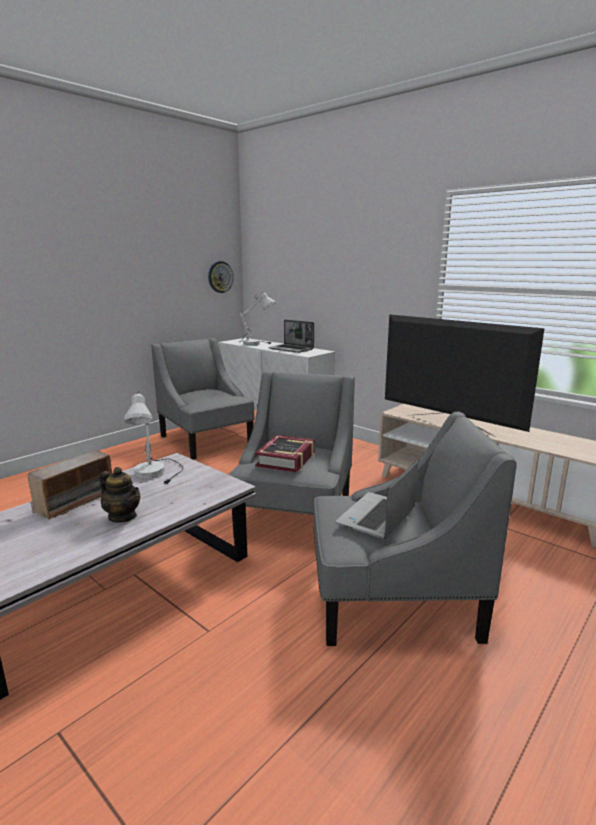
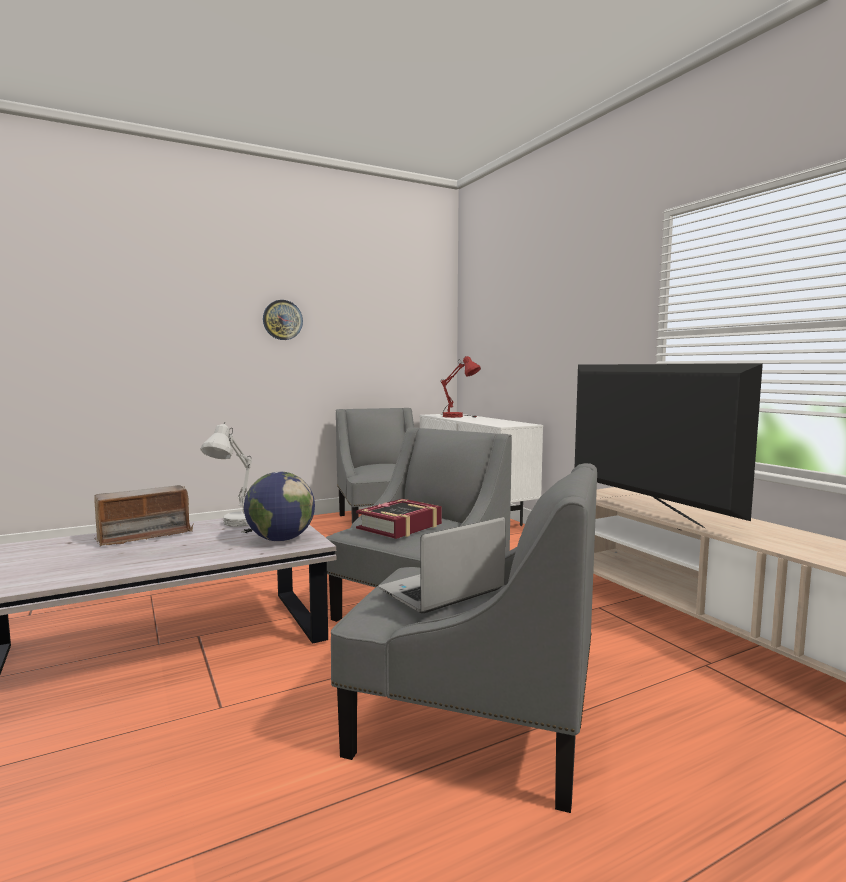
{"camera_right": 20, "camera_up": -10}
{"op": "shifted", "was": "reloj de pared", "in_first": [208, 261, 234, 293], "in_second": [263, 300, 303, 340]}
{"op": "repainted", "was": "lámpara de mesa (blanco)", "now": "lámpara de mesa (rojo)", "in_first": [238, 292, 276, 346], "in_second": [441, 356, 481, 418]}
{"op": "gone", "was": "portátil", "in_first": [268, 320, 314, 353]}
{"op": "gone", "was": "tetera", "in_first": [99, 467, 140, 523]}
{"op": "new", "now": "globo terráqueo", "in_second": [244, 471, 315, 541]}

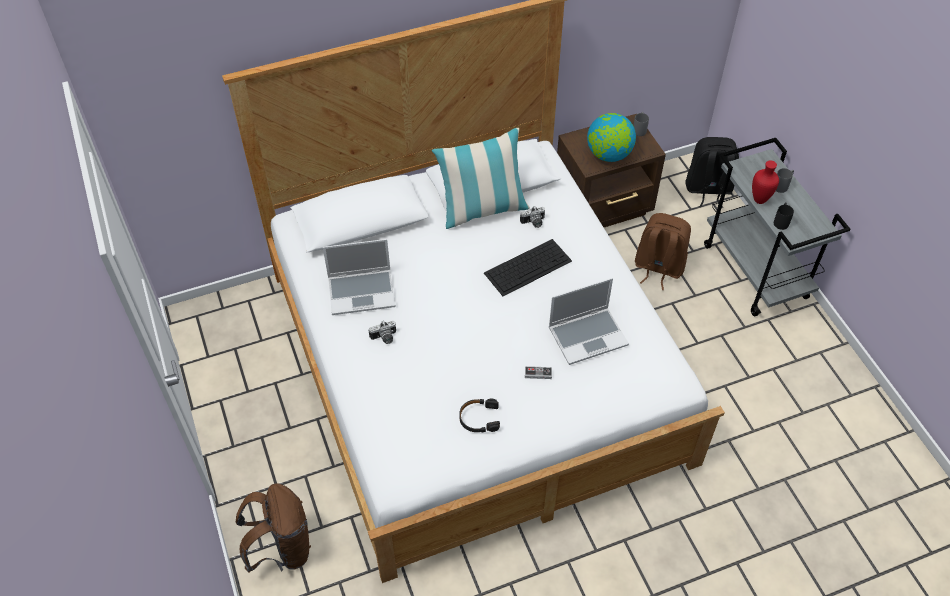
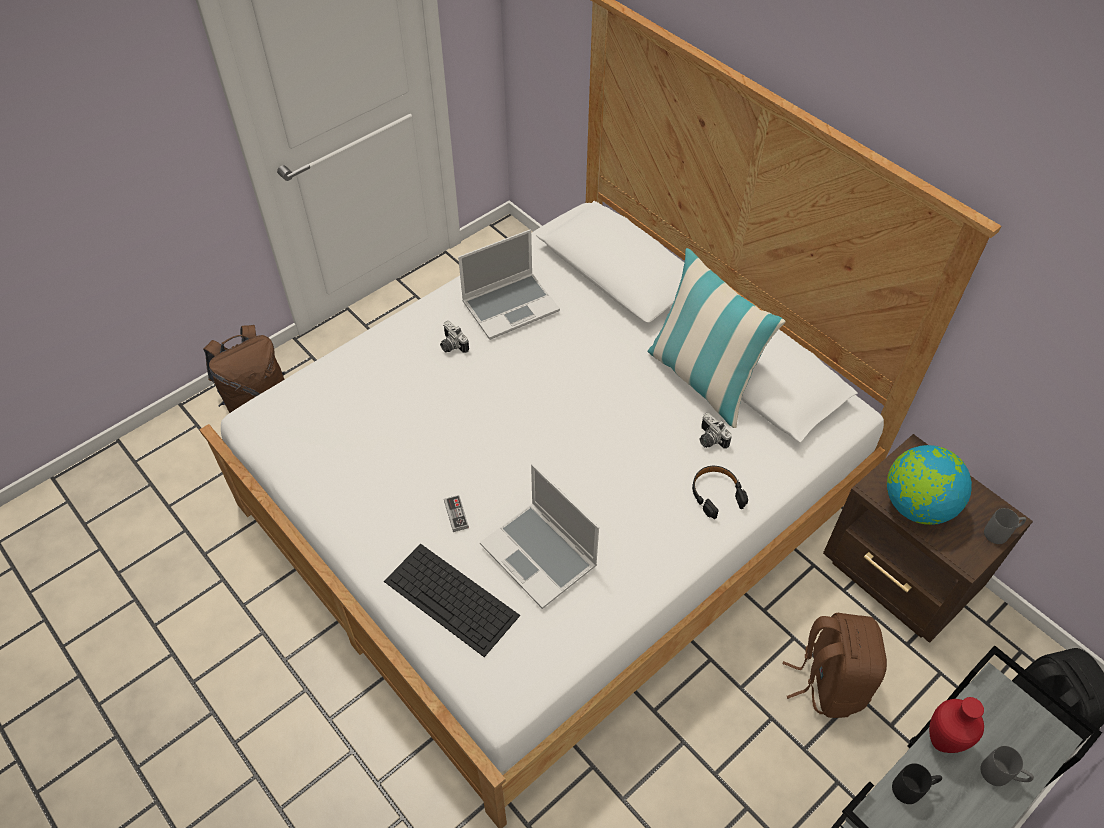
{"camera_right": 70, "camera_up": 0}
{"op": "rotated", "was": "portátil", "in_first": [323, 239, 396, 315], "in_second": [458, 229, 560, 340], "clockwise": -90}
{"op": "shifted", "was": "teclado", "in_first": [484, 239, 572, 296], "in_second": [384, 544, 520, 657]}
{"op": "shifted", "was": "auriculares (negro)", "in_first": [459, 398, 500, 432], "in_second": [692, 466, 748, 519]}

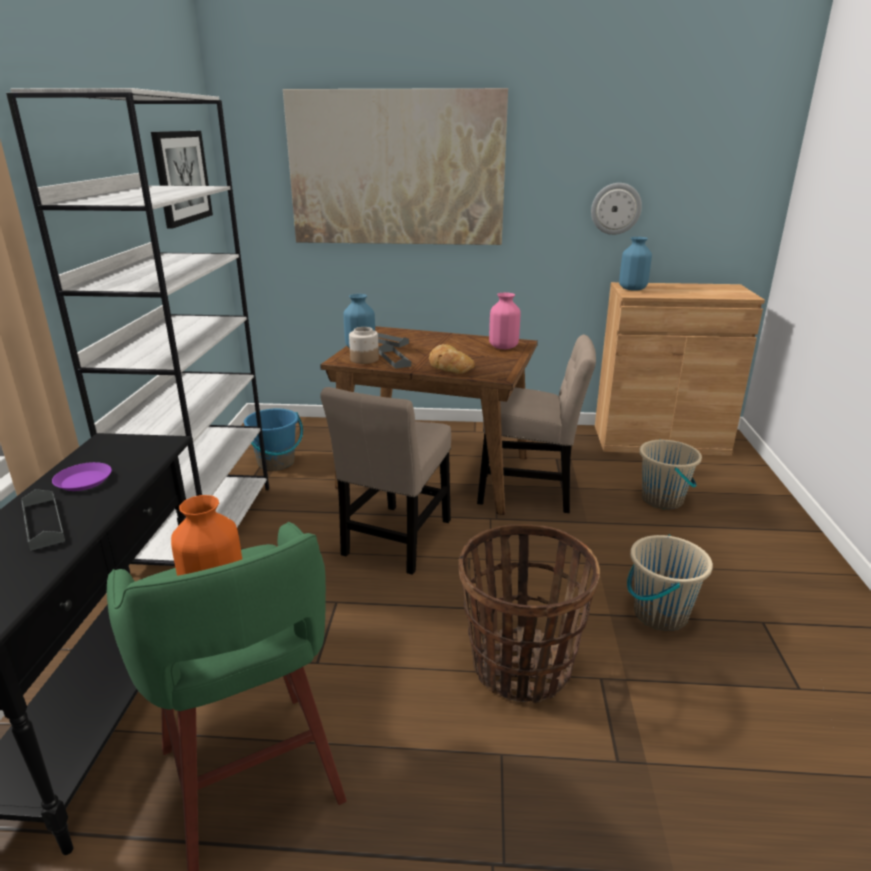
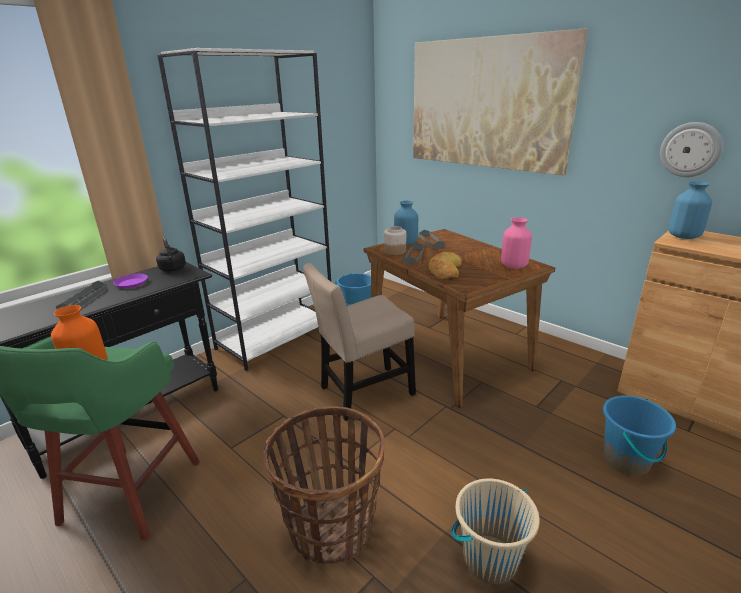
{"camera_right": 40, "camera_up": 0}
{"op": "gone", "was": "cuadro", "in_first": [151, 131, 213, 229]}
{"op": "gone", "was": "silla (beis)", "in_first": [477, 335, 596, 513]}
{"op": "repainted", "was": "cubo (beis)", "now": "cubo (azul)", "in_first": [639, 439, 702, 510], "in_second": [603, 395, 676, 476]}
{"op": "new", "now": "hervidor (negro)", "in_second": [156, 237, 186, 272]}

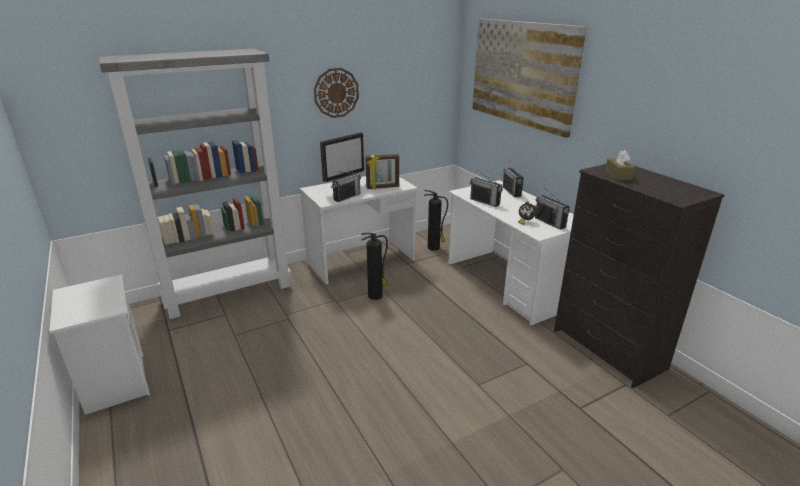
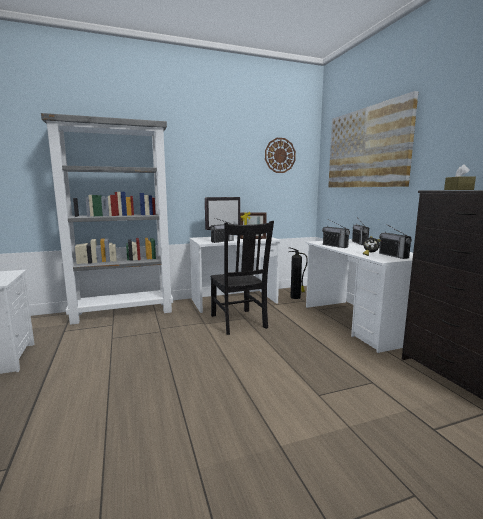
{"camera_right": 10, "camera_up": -15}
{"op": "shifted", "was": "reloj de pared", "in_first": [314, 68, 359, 118], "in_second": [265, 138, 296, 173]}
{"op": "swapped", "was": "extintor", "now": "silla (negro)", "in_first": [361, 233, 388, 300], "in_second": [210, 221, 274, 335]}

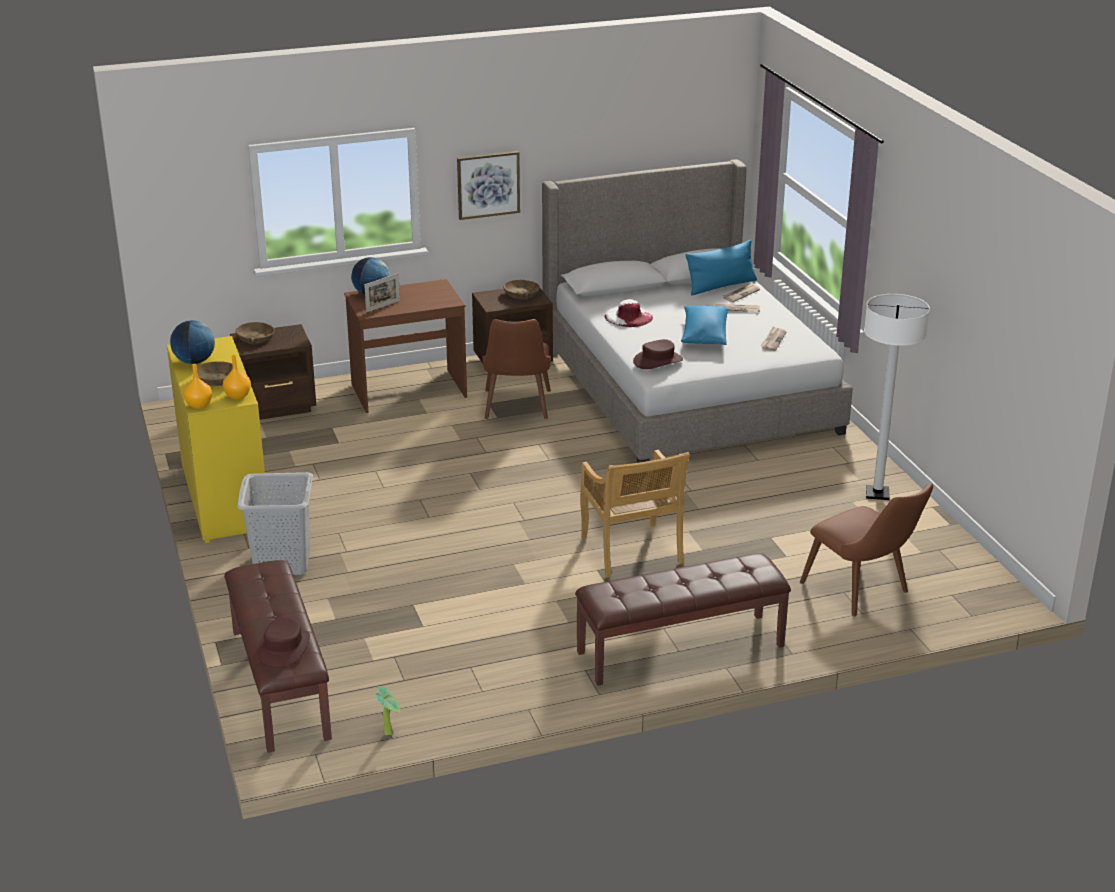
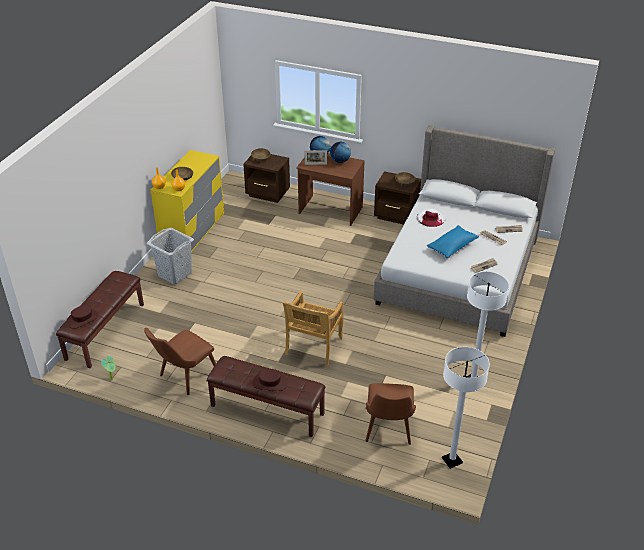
{"camera_right": 40, "camera_up": 10}
{"op": "gone", "was": "cuadro", "in_first": [457, 151, 520, 220]}
{"op": "gone", "was": "cojín (azul)", "in_first": [686, 240, 757, 295]}
{"op": "shifted", "was": "silla (marrón)", "in_first": [482, 319, 551, 419], "in_second": [144, 328, 216, 395]}
{"op": "shifted", "was": "globo terráqueo", "in_first": [170, 320, 215, 364], "in_second": [330, 142, 351, 163]}
{"op": "shifted", "was": "sombrero (marrón)", "in_first": [633, 339, 683, 369], "in_second": [252, 369, 287, 391]}
{"op": "new", "now": "lámpara de pie (blanco)", "in_second": [442, 347, 490, 469]}

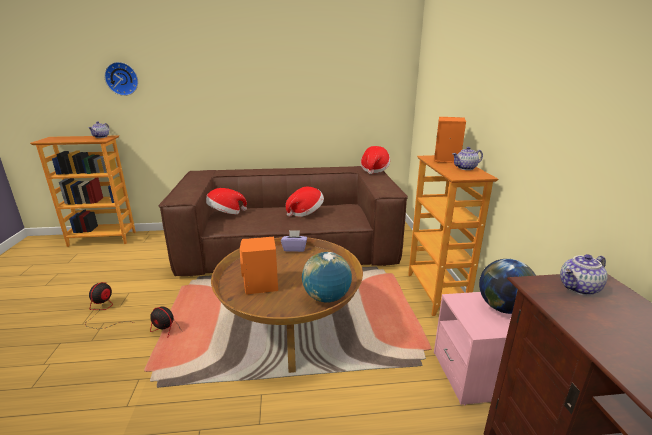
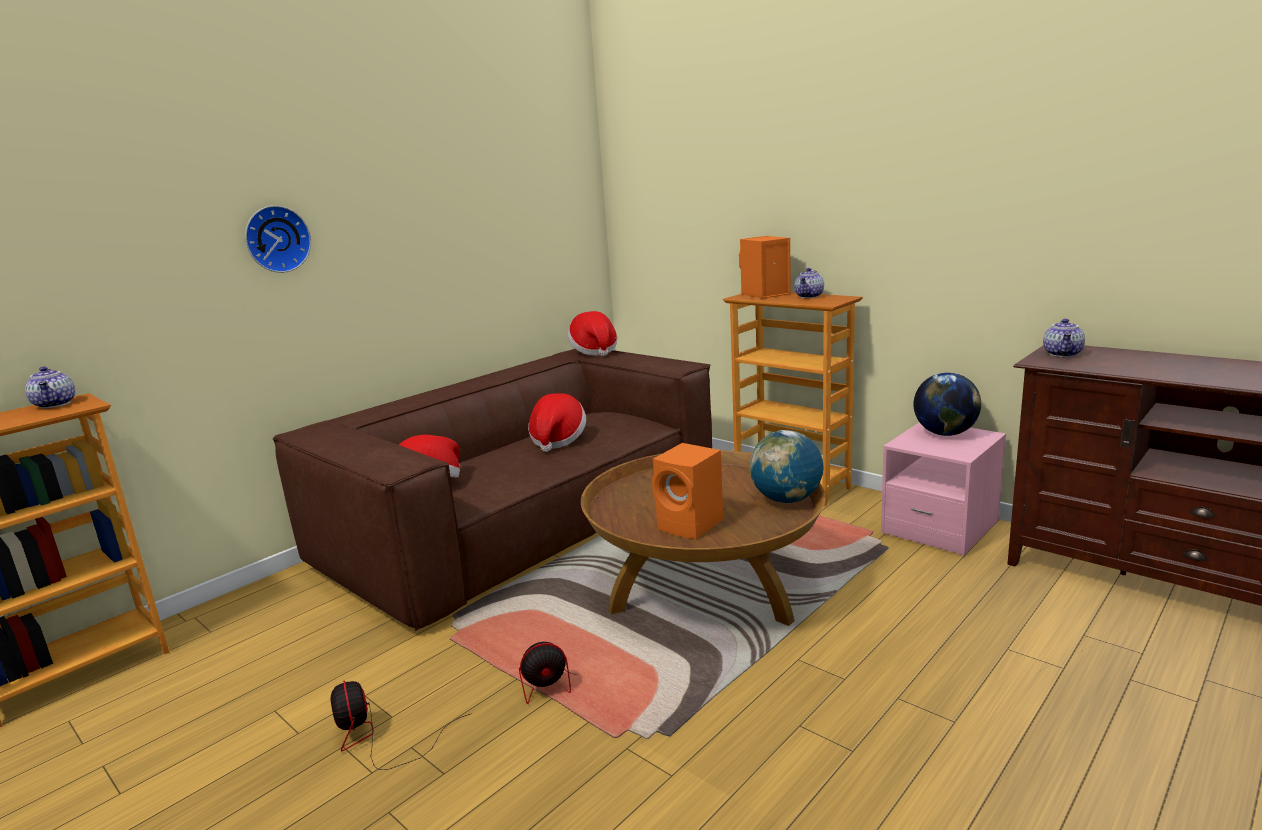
{"camera_right": -40, "camera_up": -5}
{"op": "shifted", "was": "reloj de pared", "in_first": [104, 62, 138, 96], "in_second": [245, 205, 311, 273]}
{"op": "gone", "was": "caja de pañuelos (morado)", "in_first": [281, 230, 307, 252]}

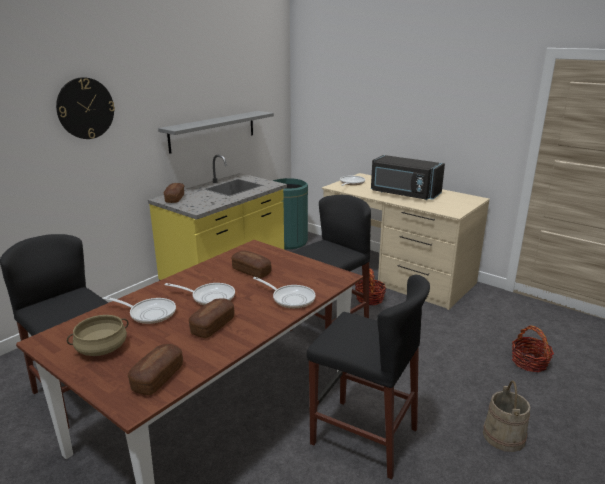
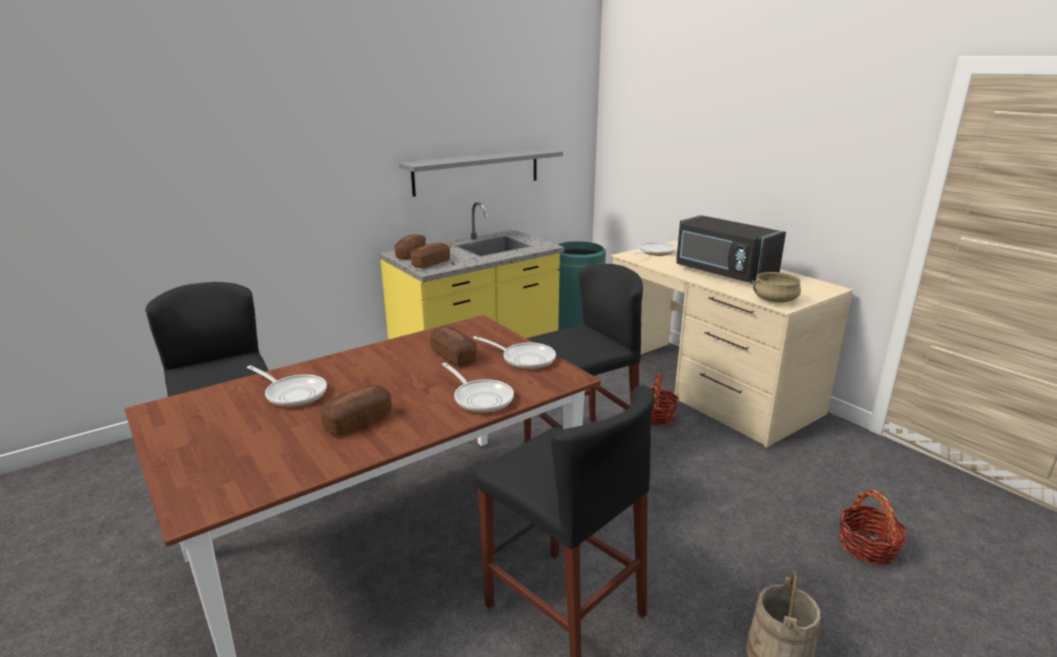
{"camera_right": 15, "camera_up": 0}
{"op": "gone", "was": "reloj de pared", "in_first": [56, 77, 115, 139]}
{"op": "shifted", "was": "sartén", "in_first": [165, 283, 235, 305], "in_second": [473, 336, 556, 369]}
{"op": "shifted", "was": "olla (beis)", "in_first": [67, 315, 129, 356], "in_second": [753, 272, 801, 303]}
{"op": "shifted", "was": "pan", "in_first": [128, 344, 183, 396], "in_second": [410, 243, 450, 268]}

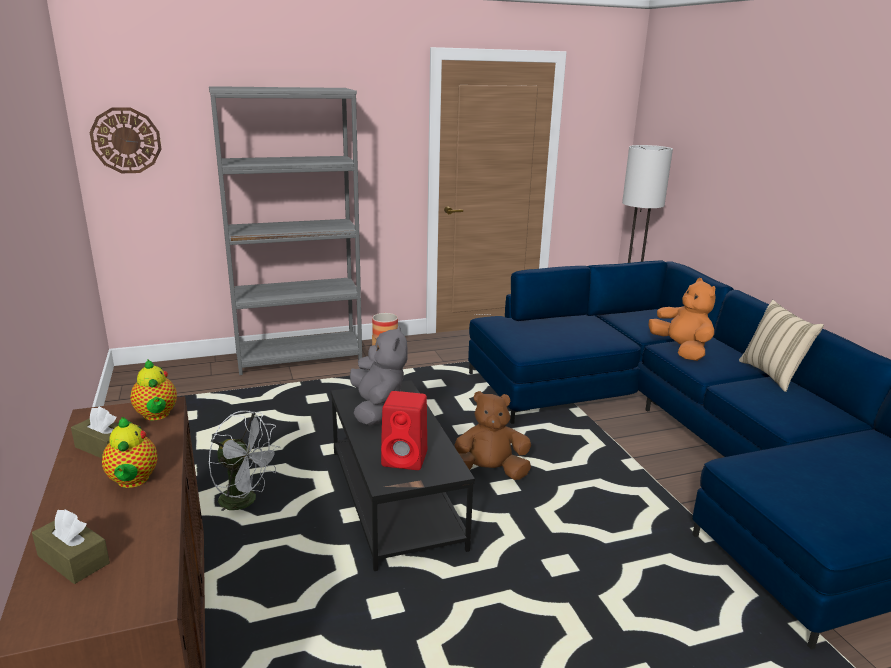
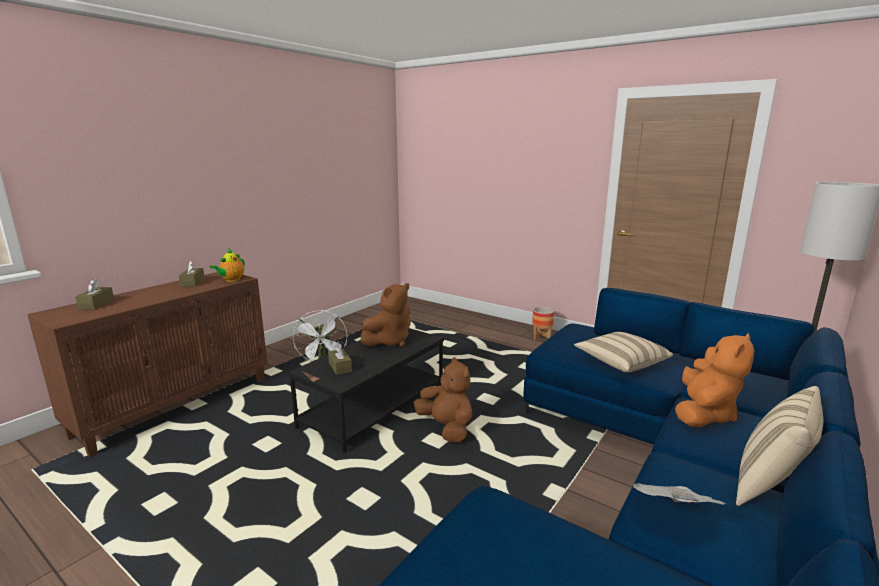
{"camera_right": 55, "camera_up": -5}
{"op": "gone", "was": "estantería (gris)", "in_first": [209, 86, 362, 375]}
{"op": "gone", "was": "reloj de pared", "in_first": [89, 107, 161, 173]}
{"op": "repainted", "was": "peluche (gris)", "now": "peluche (marrón)", "in_first": [350, 325, 408, 426], "in_second": [361, 283, 411, 347]}
{"op": "swapped", "was": "altavoz (rojo)", "now": "caja de pañuelos (marrón)", "in_first": [381, 391, 427, 470], "in_second": [328, 344, 352, 375]}
{"op": "gone", "was": "tetera", "in_first": [102, 417, 157, 488]}
{"op": "new", "now": "cojín (beis)", "in_second": [574, 332, 673, 372]}
{"op": "new", "now": "periódico", "in_second": [633, 483, 725, 505]}

